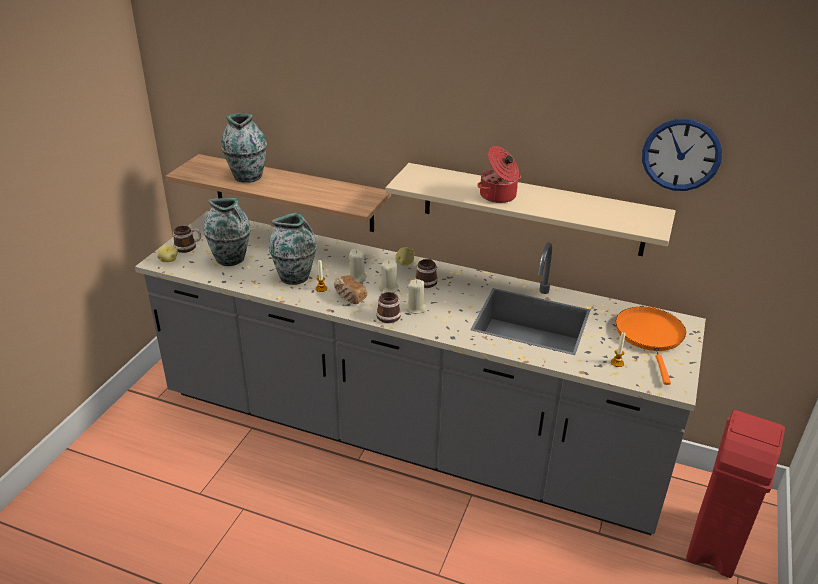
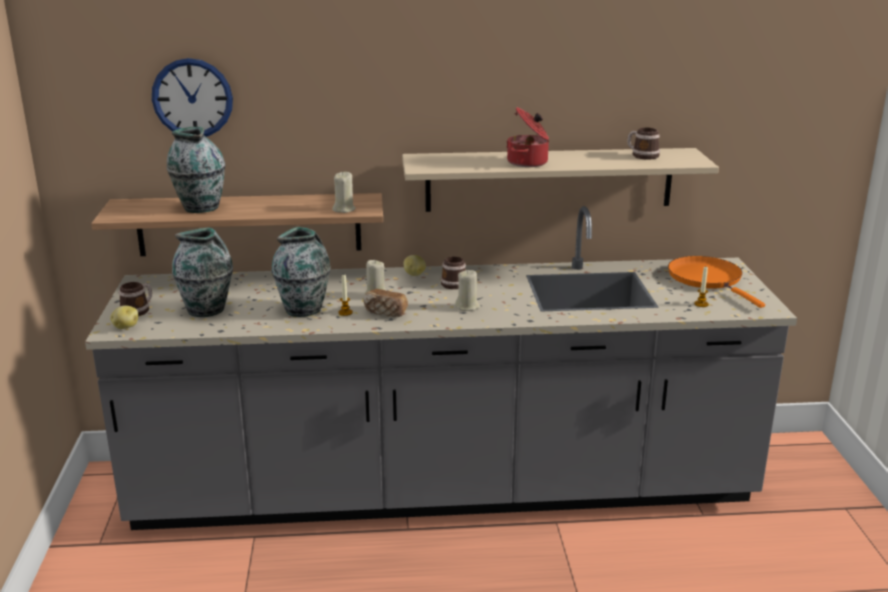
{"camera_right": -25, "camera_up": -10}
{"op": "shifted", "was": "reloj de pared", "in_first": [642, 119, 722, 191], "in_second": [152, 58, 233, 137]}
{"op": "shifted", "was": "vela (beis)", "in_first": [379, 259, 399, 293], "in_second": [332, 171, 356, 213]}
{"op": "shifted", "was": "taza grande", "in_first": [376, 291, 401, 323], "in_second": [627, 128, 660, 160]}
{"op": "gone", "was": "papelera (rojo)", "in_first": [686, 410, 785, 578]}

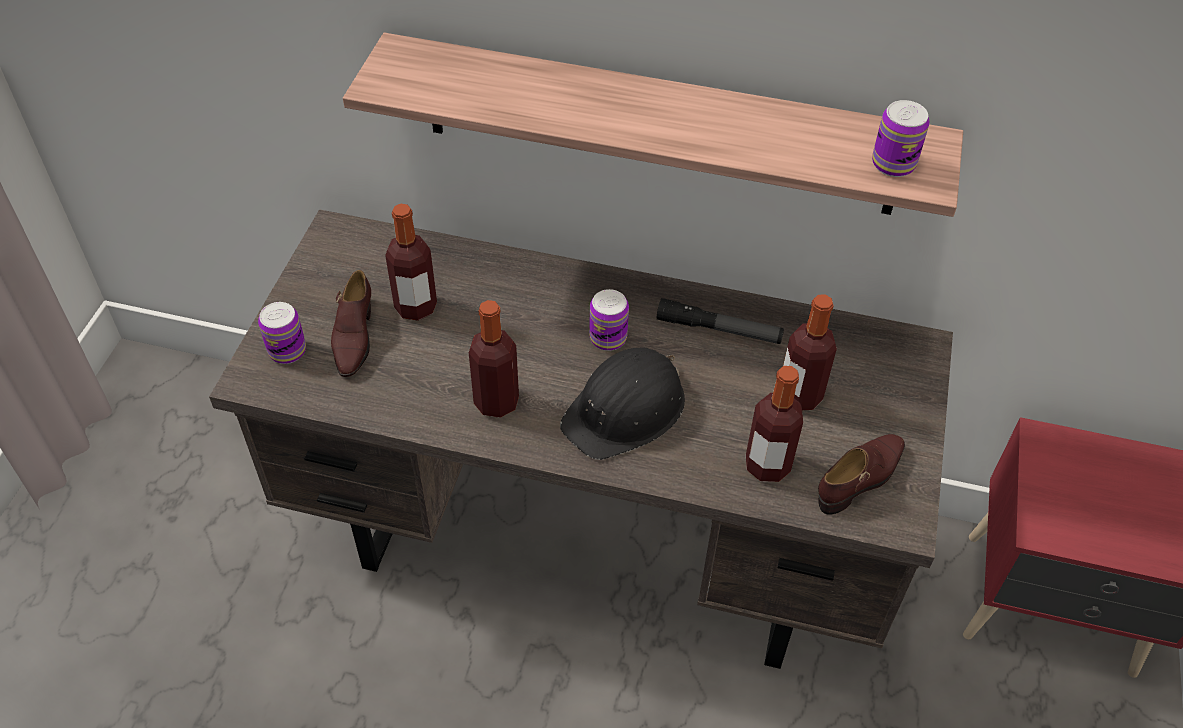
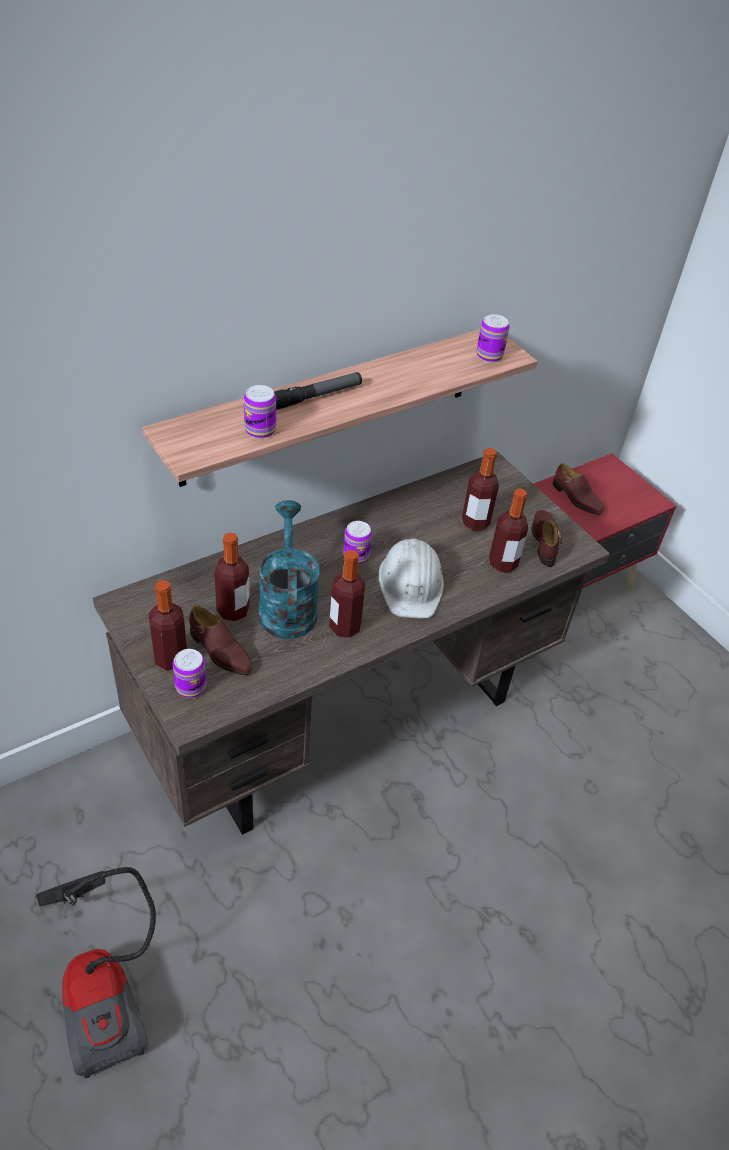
{"camera_right": -50, "camera_up": -5}
{"op": "shifted", "was": "linterna", "in_first": [657, 298, 784, 344], "in_second": [274, 372, 362, 410]}
{"op": "repainted", "was": "casco (negro)", "now": "casco (blanco)", "in_first": [560, 347, 685, 460], "in_second": [378, 539, 444, 618]}
{"op": "new", "now": "lata", "in_second": [244, 385, 276, 439]}
{"op": "new", "now": "zapato (marrón)", "in_second": [553, 463, 604, 515]}
{"op": "new", "now": "regadera (turquesa)", "in_second": [258, 500, 320, 639]}
{"op": "new", "now": "botella", "in_second": [149, 580, 187, 671]}
{"op": "new", "now": "aspiradora", "in_second": [36, 867, 156, 1078]}

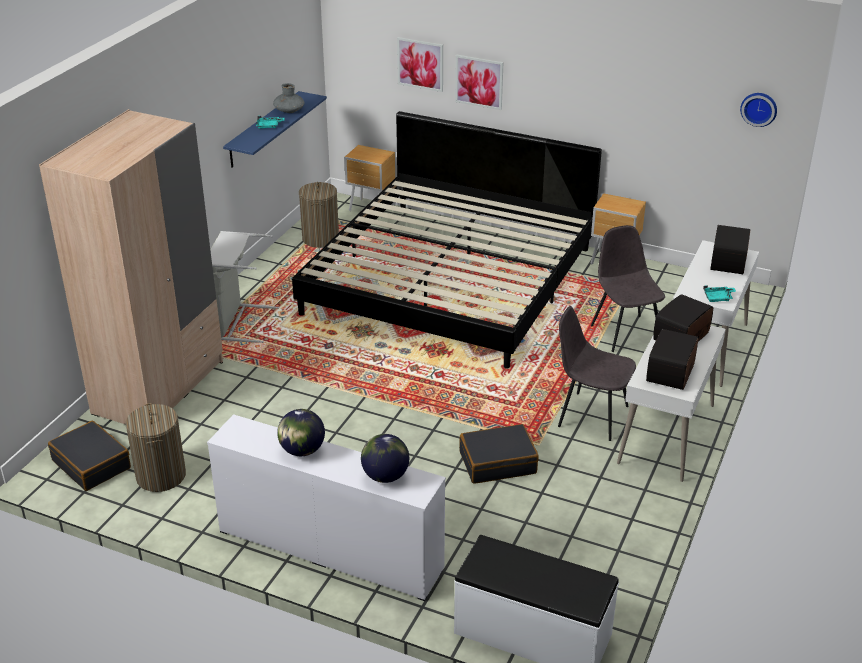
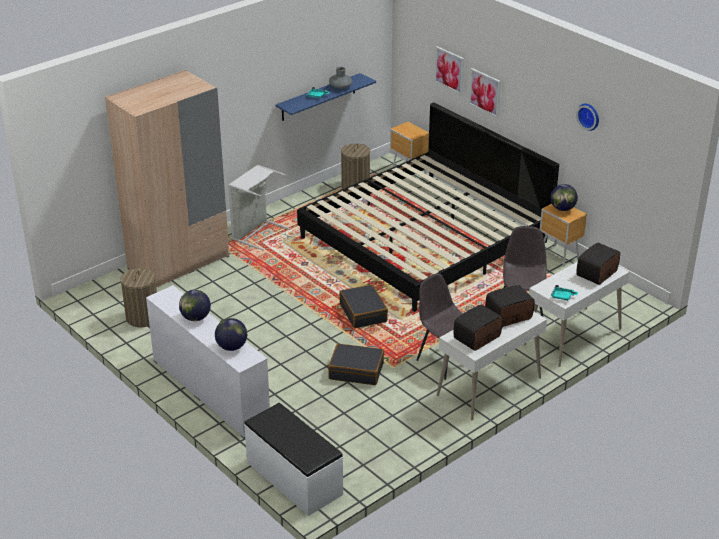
{"camera_right": 25, "camera_up": 0}
{"op": "shifted", "was": "reloj de pared", "in_first": [740, 93, 777, 127], "in_second": [576, 104, 599, 131]}
{"op": "shifted", "was": "maleta (negro)", "in_first": [48, 421, 131, 491], "in_second": [339, 284, 388, 328]}
{"op": "new", "now": "globo terráqueo", "in_second": [550, 184, 578, 211]}

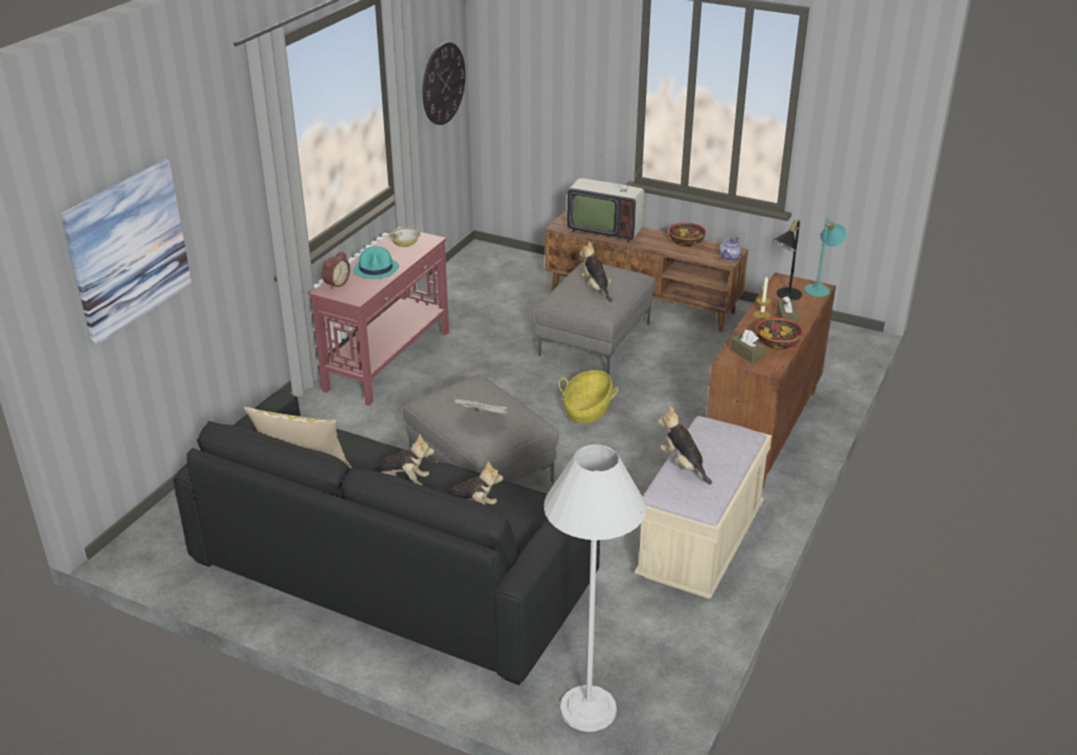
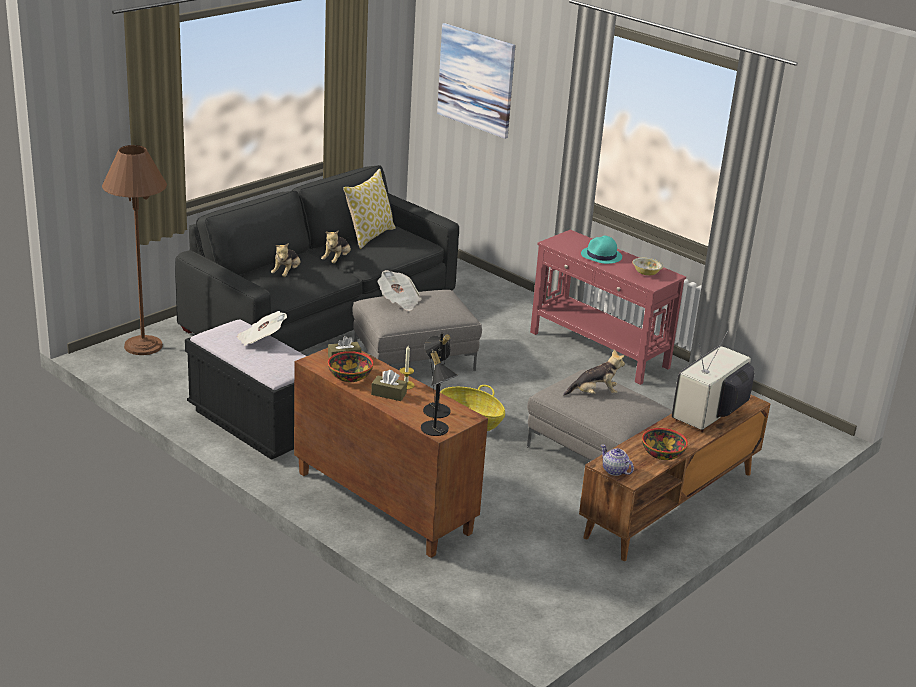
{"camera_right": 105, "camera_up": -5}
{"op": "gone", "was": "reloj de pared", "in_first": [422, 42, 465, 125]}
{"op": "repainted", "was": "lámpara de mesa (turquesa)", "now": "lámpara de mesa (negro)", "in_first": [805, 217, 847, 297], "in_second": [421, 349, 458, 436]}
{"op": "gone", "was": "despertador", "in_first": [322, 251, 350, 289]}
{"op": "swapped", "was": "peluche", "now": "periódico", "in_first": [658, 406, 712, 485], "in_second": [237, 311, 287, 346]}
{"op": "repainted", "was": "banco (beis)", "now": "banco (negro)", "in_first": [635, 416, 772, 599], "in_second": [185, 319, 306, 460]}
{"op": "repainted", "was": "lámpara de pie (blanco)", "now": "lámpara de pie (marrón)", "in_first": [544, 444, 646, 732], "in_second": [102, 145, 167, 355]}

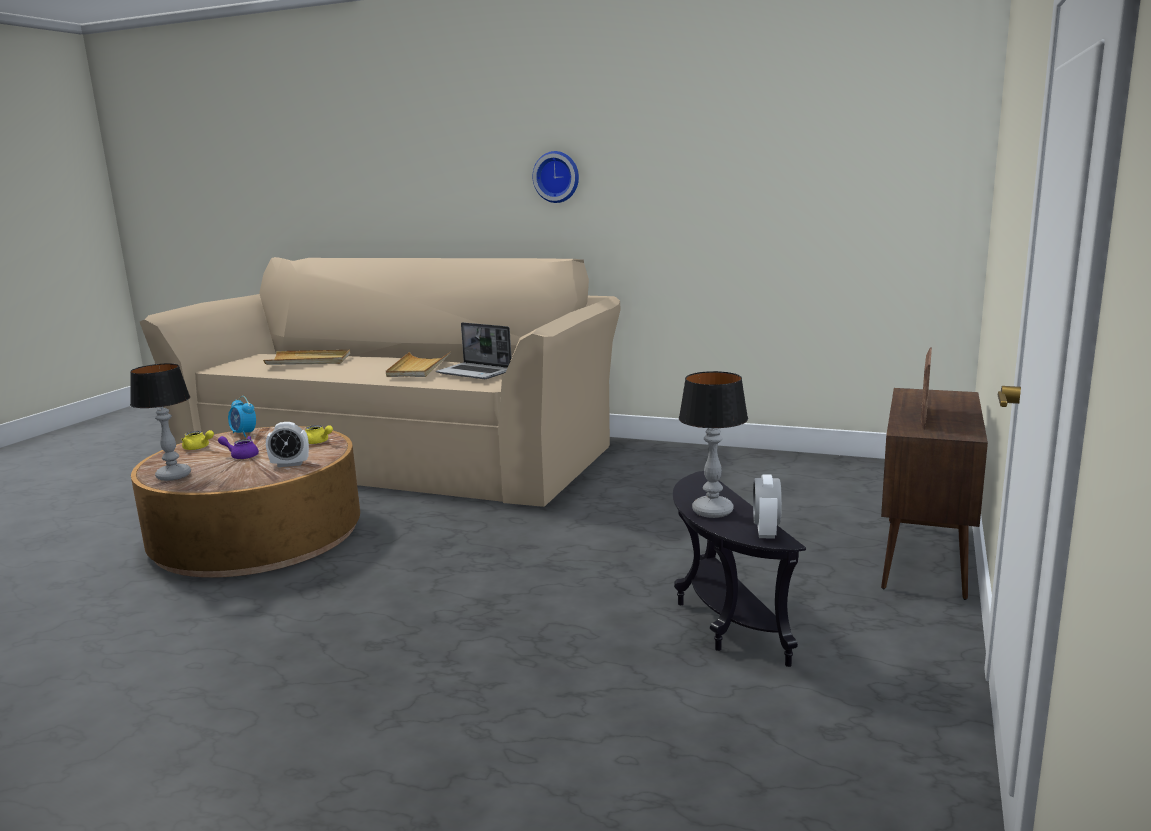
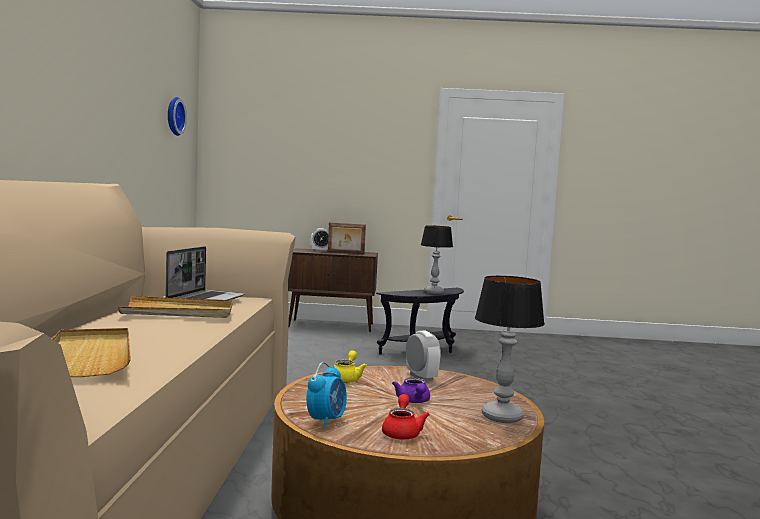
{"camera_right": -110, "camera_up": -10}
{"op": "shifted", "was": "reloj de pared", "in_first": [533, 151, 579, 203], "in_second": [168, 97, 187, 136]}
{"op": "repainted", "was": "tetera (amarillo)", "now": "tetera (rojo)", "in_first": [181, 430, 214, 450], "in_second": [382, 394, 430, 440]}
{"op": "shifted", "was": "despertador", "in_first": [753, 474, 782, 539], "in_second": [311, 228, 328, 252]}

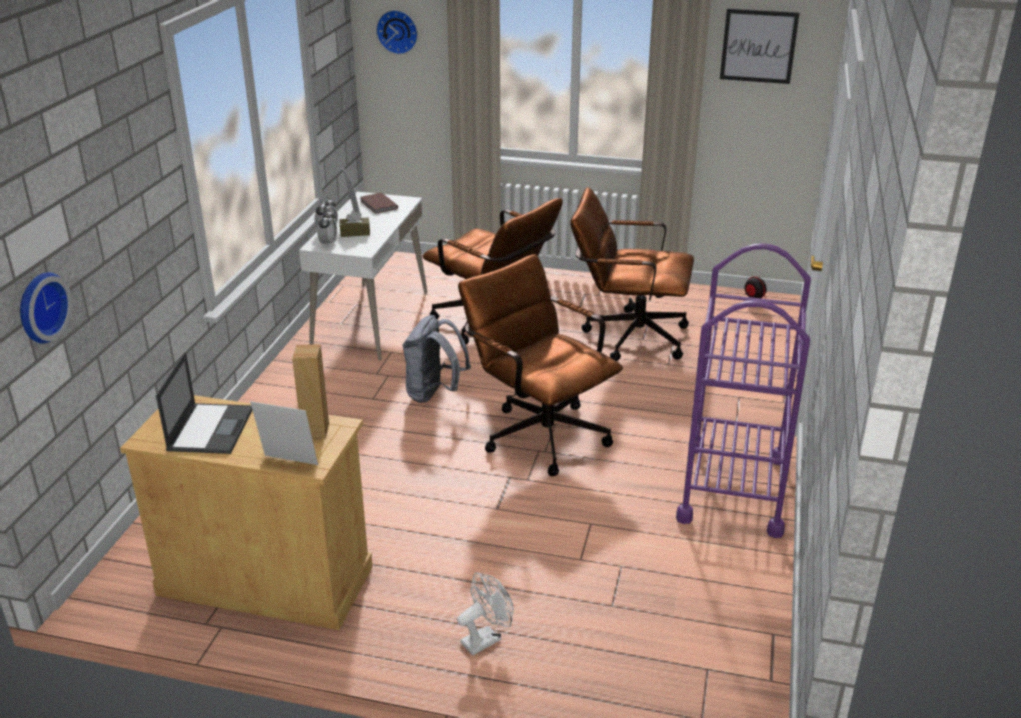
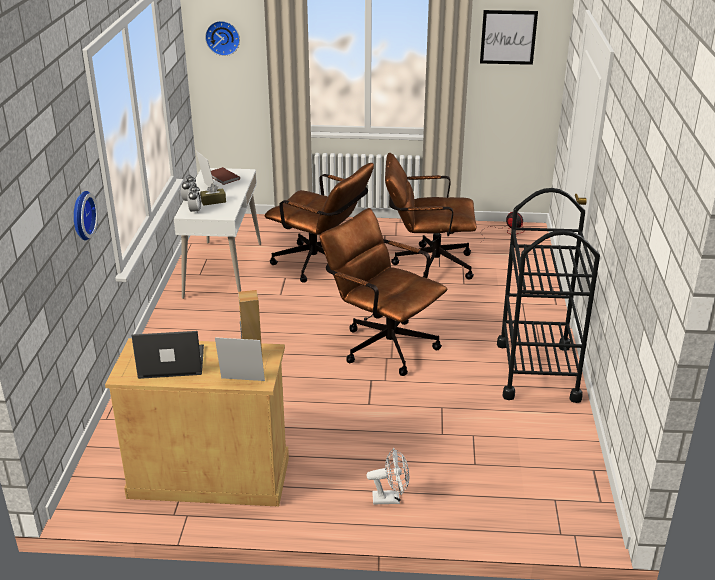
{"camera_right": -10, "camera_up": 0}
{"op": "repainted", "was": "carrito (morado)", "now": "carrito (negro)", "in_first": [676, 243, 811, 538], "in_second": [497, 188, 600, 403]}
{"op": "shifted", "was": "reloj de pared", "in_first": [20, 272, 72, 344], "in_second": [74, 191, 98, 240]}
{"op": "gone", "was": "mochila (gris)", "in_first": [402, 315, 471, 403]}
{"op": "rotated", "was": "portátil", "in_first": [156, 352, 253, 454], "in_second": [131, 331, 204, 379], "clockwise": -90}
{"op": "rotated", "was": "ventilador (blanco)", "in_first": [457, 572, 514, 655], "in_second": [366, 448, 409, 504], "clockwise": 45}

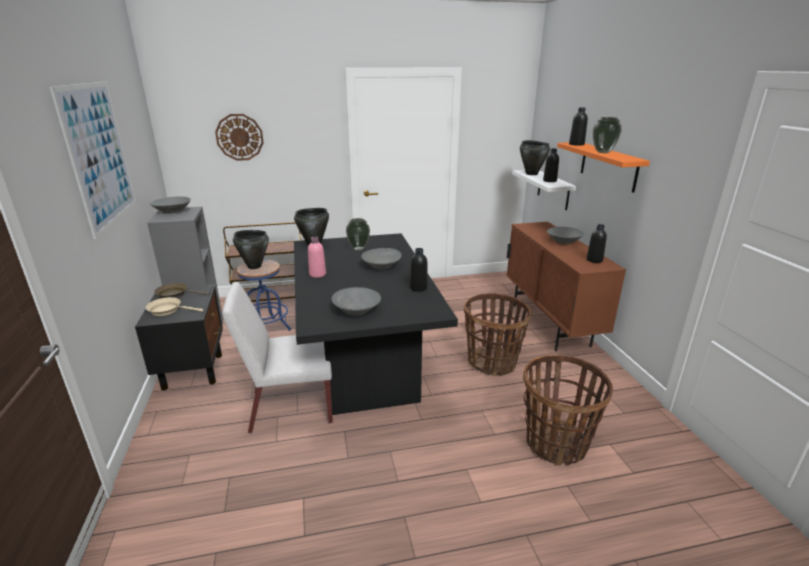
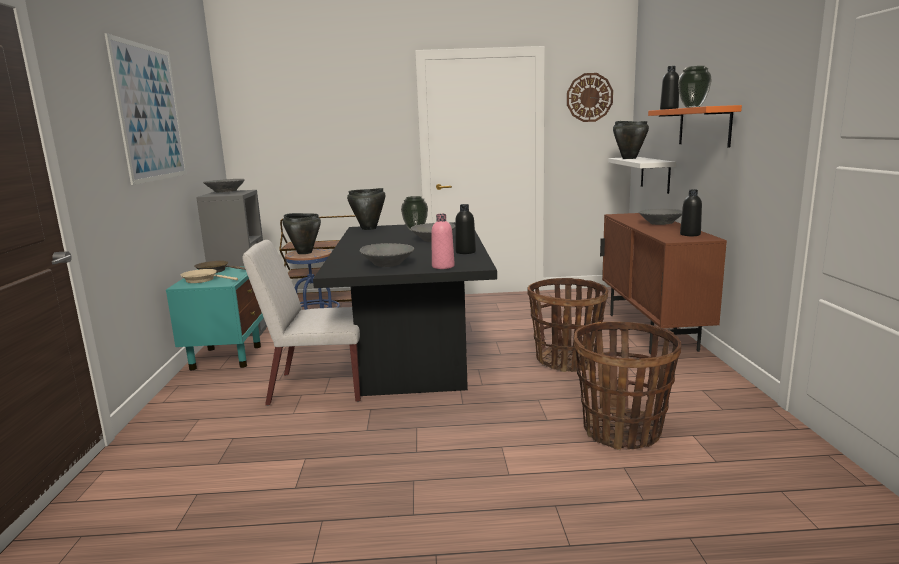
{"camera_right": 10, "camera_up": -10}
{"op": "shifted", "was": "reloj de pared", "in_first": [215, 114, 264, 161], "in_second": [567, 73, 613, 122]}
{"op": "gone", "was": "botella (negro)", "in_first": [543, 148, 559, 182]}
{"op": "shifted", "was": "botella (rosa)", "in_first": [308, 236, 326, 278], "in_second": [431, 214, 455, 269]}
{"op": "repainted", "was": "mesita de noche (negro)", "now": "mesita de noche (turquesa)", "in_first": [135, 286, 223, 390], "in_second": [166, 266, 264, 370]}

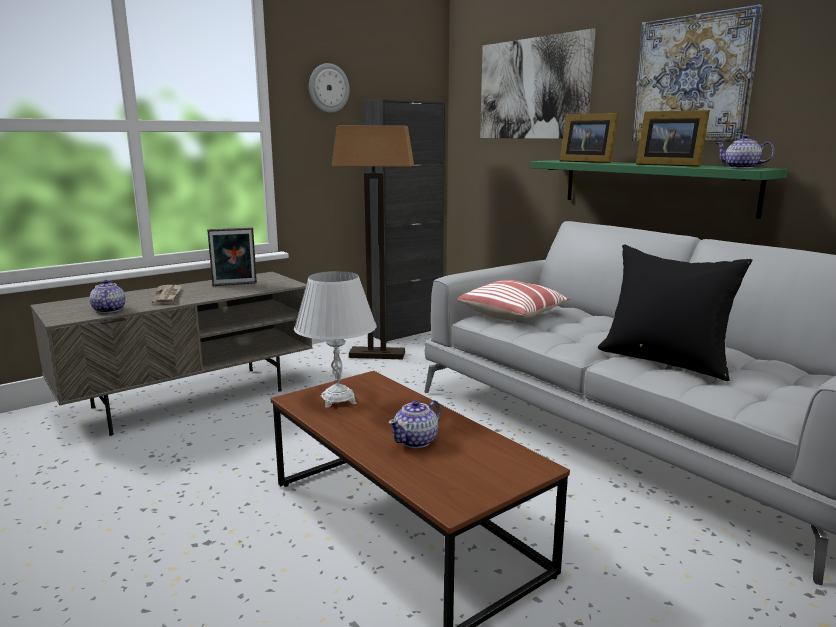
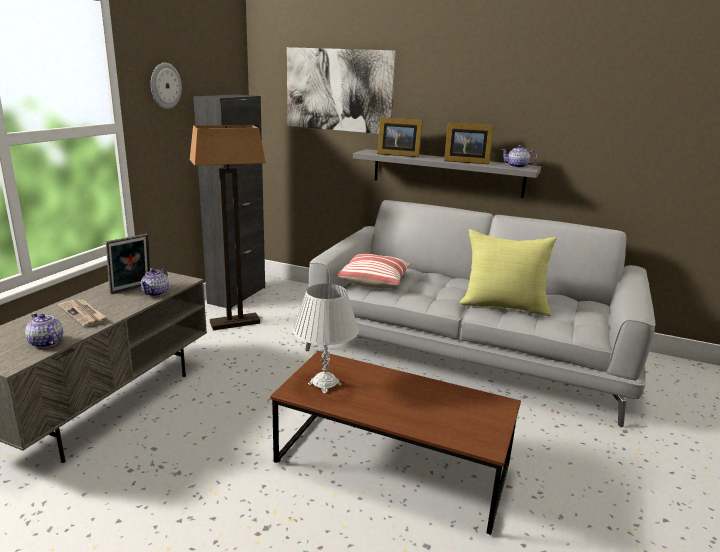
{"camera_right": -30, "camera_up": 5}
{"op": "gone", "was": "cuadro", "in_first": [632, 5, 763, 142]}
{"op": "repainted", "was": "estante (verde)", "now": "estante (gris)", "in_first": [531, 160, 788, 219], "in_second": [353, 149, 541, 198]}
{"op": "repainted", "was": "cojín (negro)", "now": "cojín (amarillo)", "in_first": [598, 245, 752, 381], "in_second": [460, 229, 557, 316]}
{"op": "shifted", "was": "tetera", "in_first": [388, 400, 441, 448], "in_second": [140, 268, 169, 297]}

